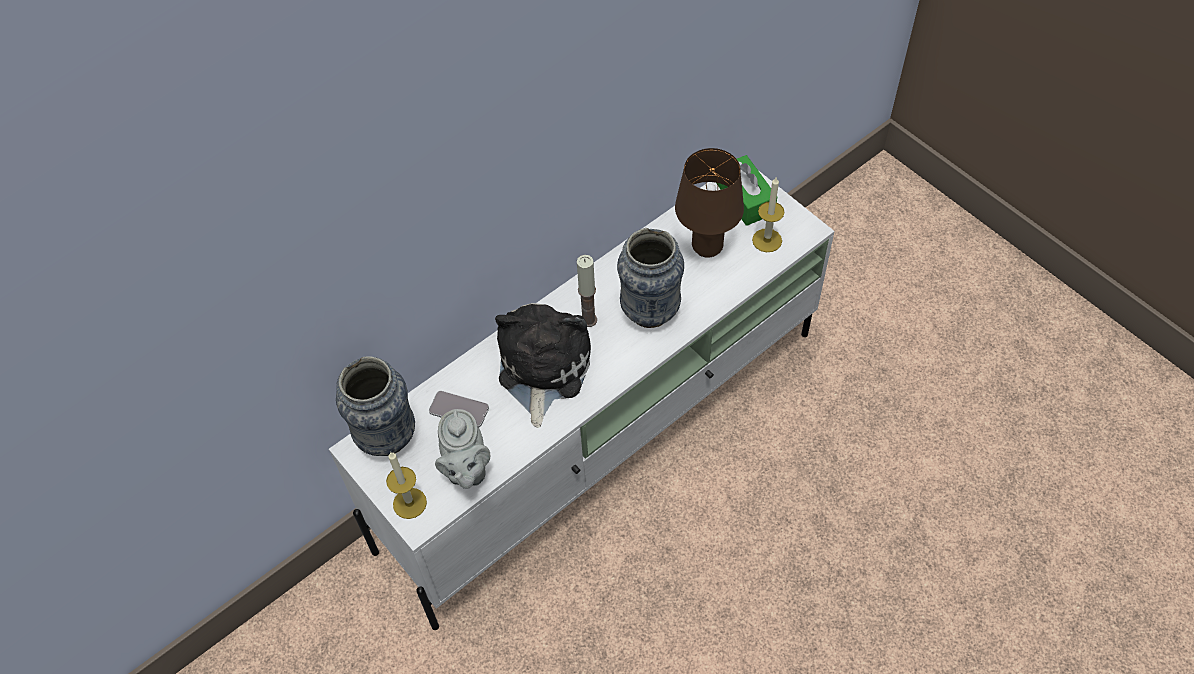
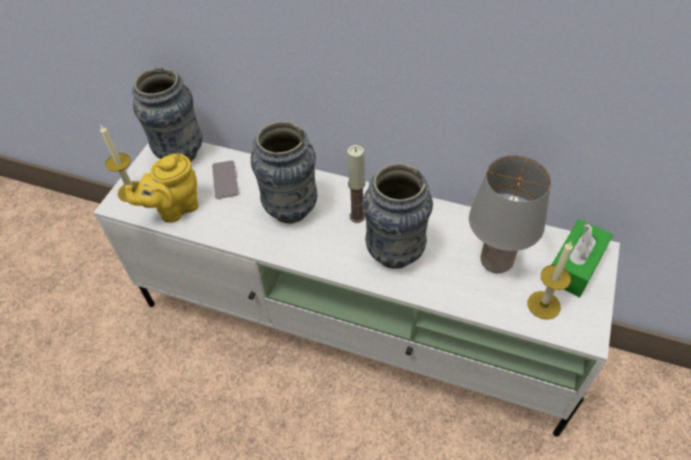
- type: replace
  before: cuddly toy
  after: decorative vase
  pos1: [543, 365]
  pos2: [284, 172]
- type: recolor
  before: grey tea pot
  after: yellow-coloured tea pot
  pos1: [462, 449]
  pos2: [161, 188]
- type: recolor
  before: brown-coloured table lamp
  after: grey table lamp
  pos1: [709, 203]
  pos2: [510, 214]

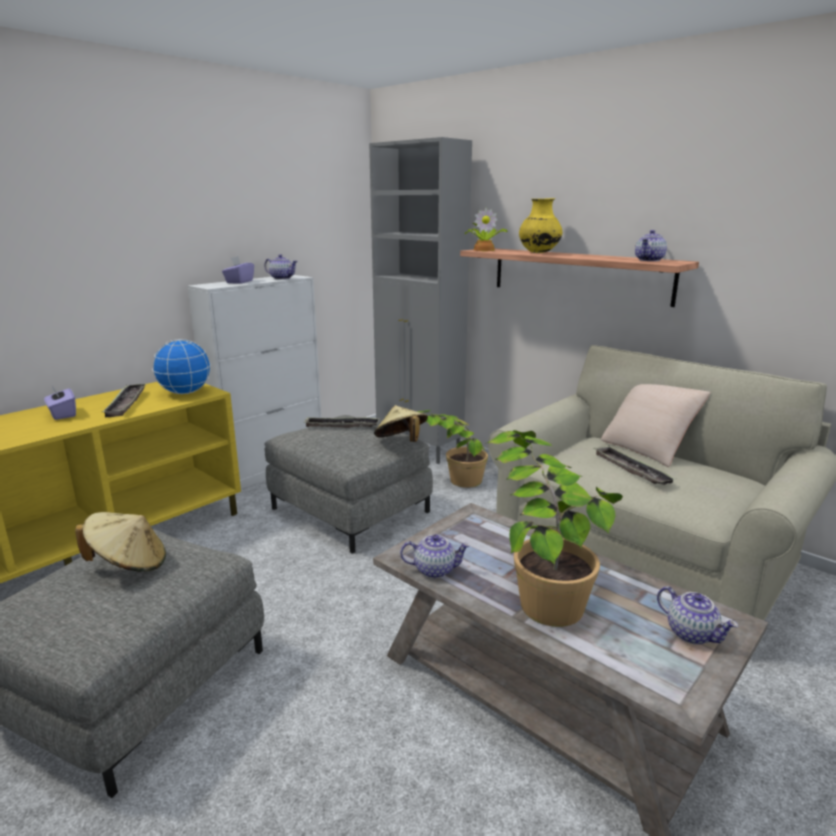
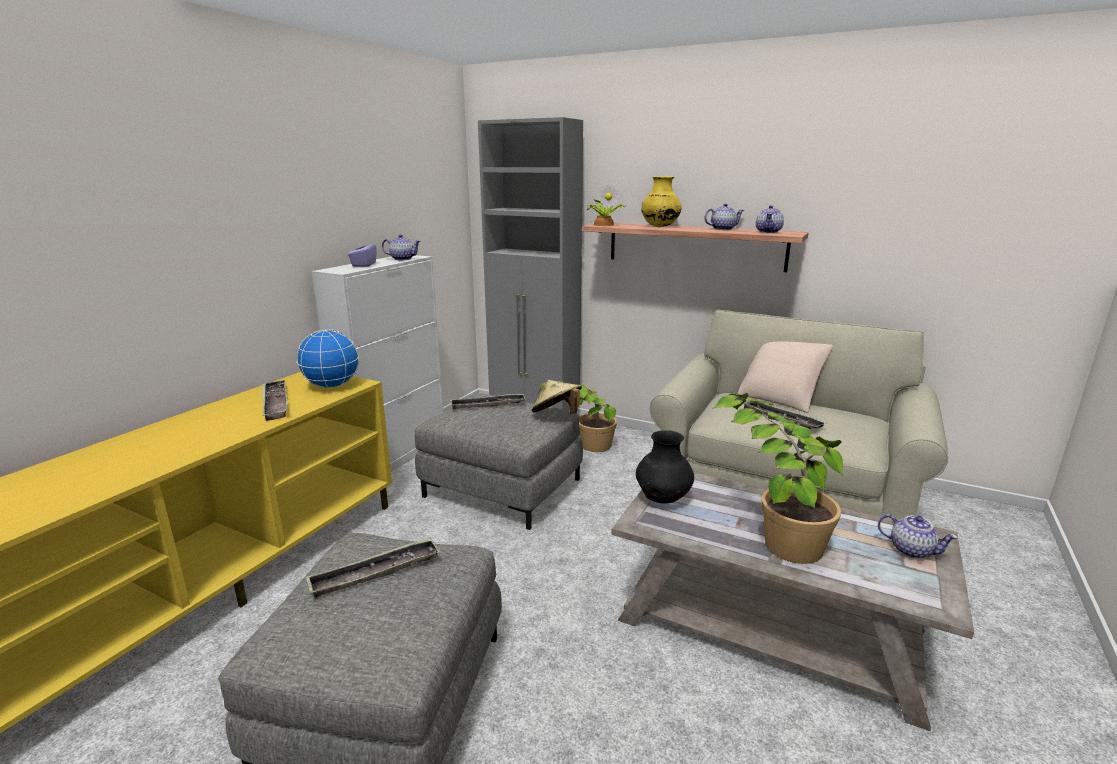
- type: delete
  before: purplish box of tissues
  pos1: [60, 402]
- type: insert
  after: blackish decorative vase
  pos2: [665, 467]
- type: move
  before: tea pot
  pos1: [435, 556]
  pos2: [724, 216]
- type: replace
  before: beige-coloured wearable hat
  after: tray
  pos1: [120, 542]
  pos2: [373, 568]

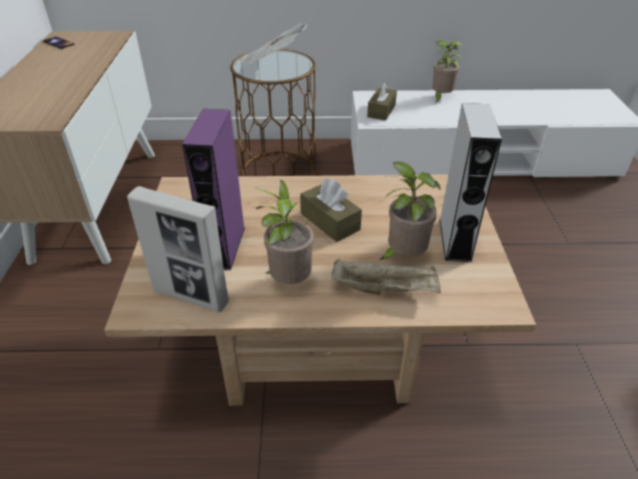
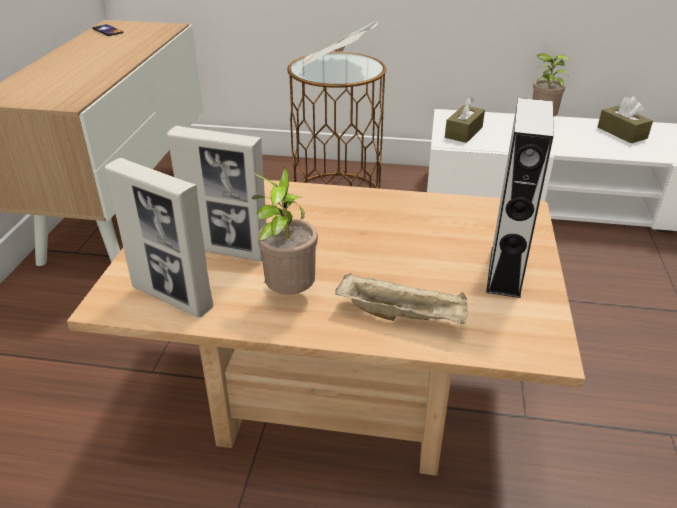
- type: delete
  before: potted plant
  pos1: [410, 211]
- type: move
  before: brown-coloured box of tissues
  pos1: [331, 210]
  pos2: [625, 120]
- type: replace
  before: purplish speaker
  after: standing frame
  pos1: [213, 189]
  pos2: [217, 193]

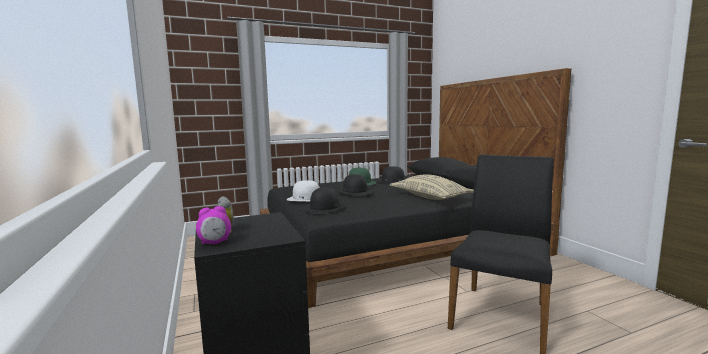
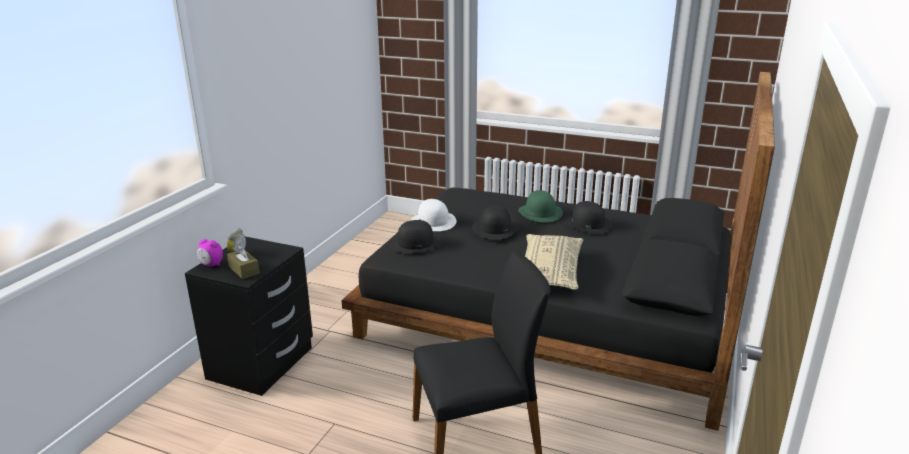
- type: insert
  after: brown-coloured box of tissues
  pos2: [243, 261]

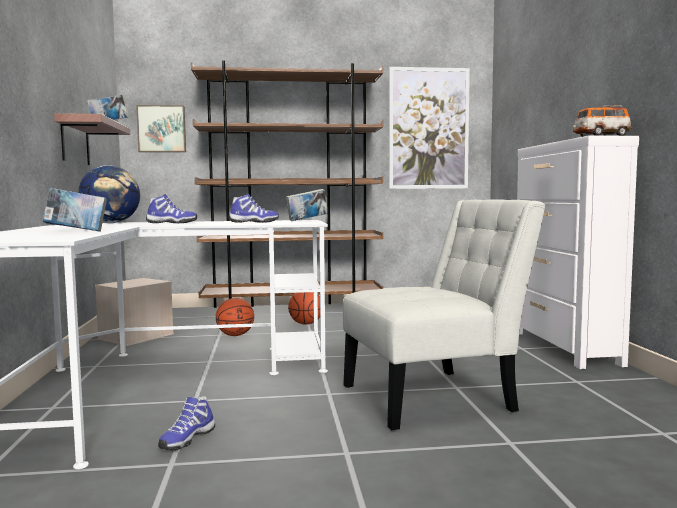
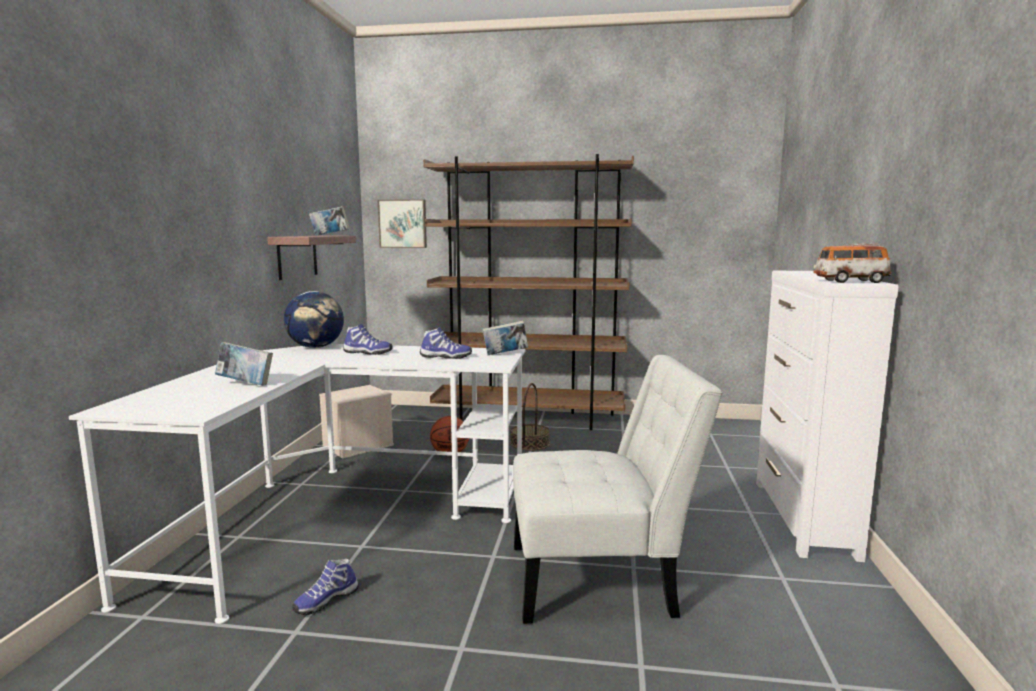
- type: delete
  before: wall art
  pos1: [429, 128]
- type: replace
  before: basketball
  after: storage basket
  pos1: [304, 308]
  pos2: [530, 417]

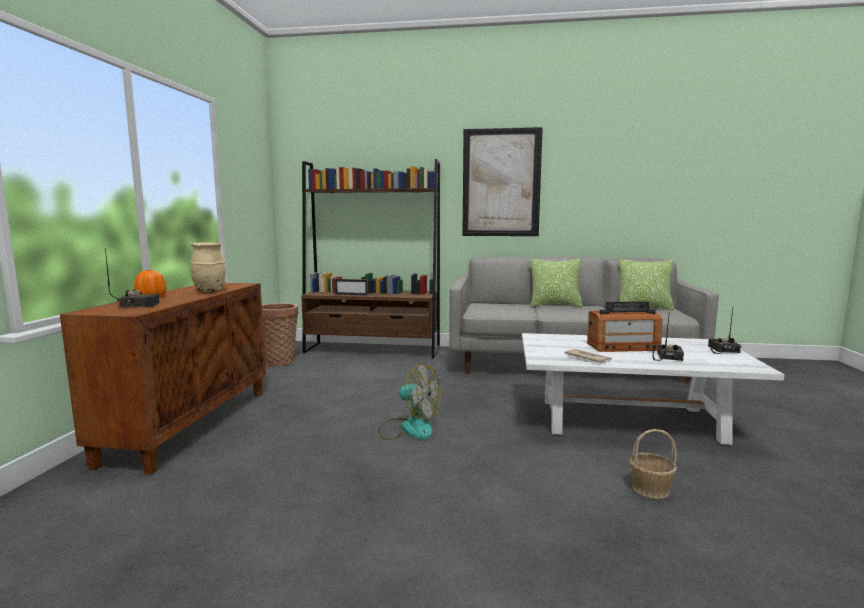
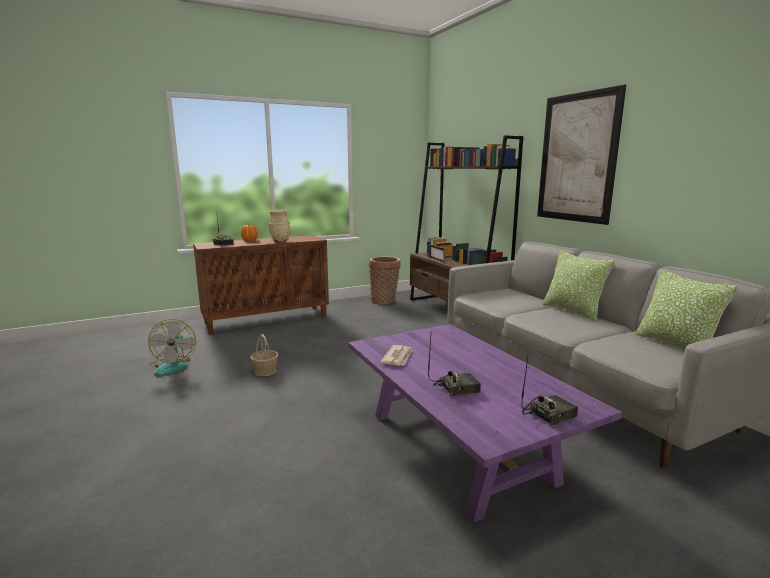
- type: delete
  before: radio receiver
  pos1: [625, 326]
- type: move
  before: cooling fan
  pos1: [409, 401]
  pos2: [172, 347]
- type: move
  before: storage basket
  pos1: [653, 464]
  pos2: [264, 355]
- type: recolor
  before: whitish low table
  after: purplish low table
  pos1: [653, 389]
  pos2: [485, 423]

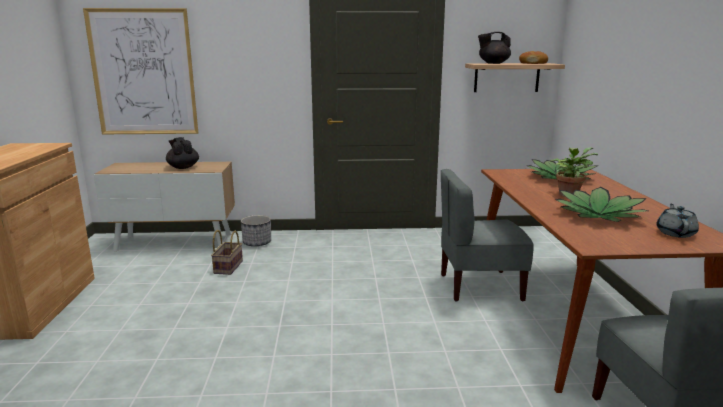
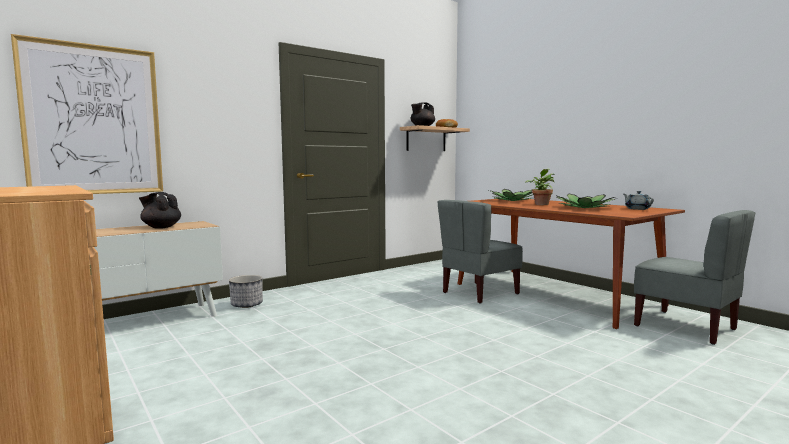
- type: delete
  before: storage basket
  pos1: [227, 252]

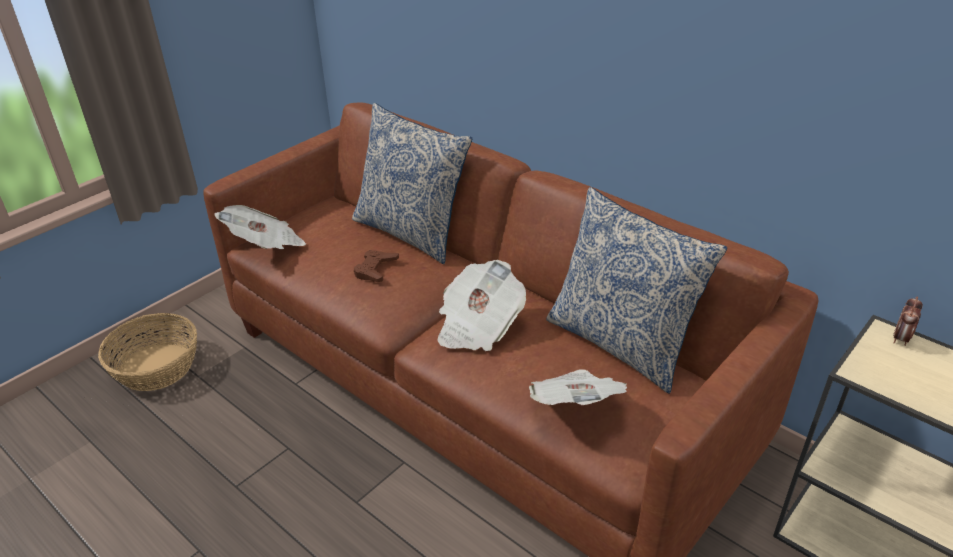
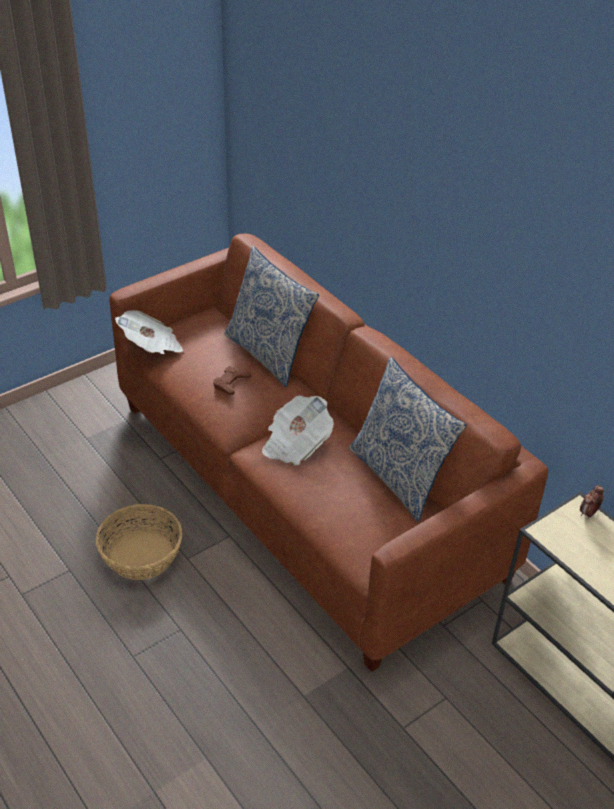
- type: delete
  before: printed paper
  pos1: [578, 387]
- type: move
  before: storage basket
  pos1: [147, 352]
  pos2: [139, 542]

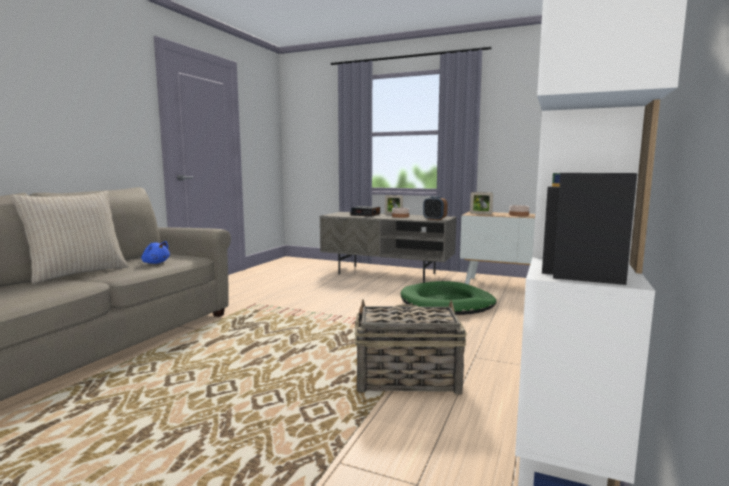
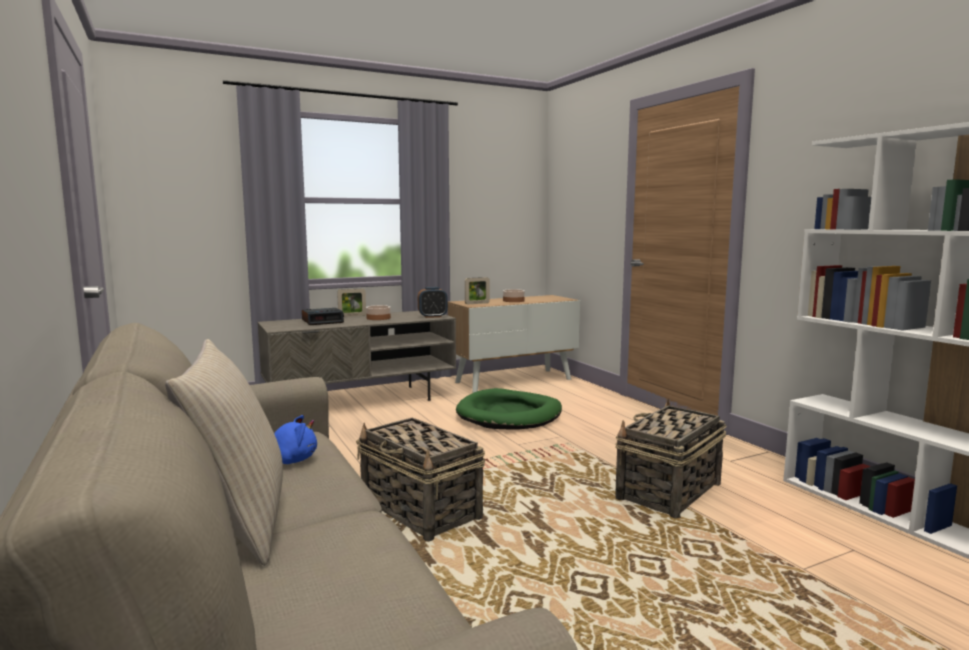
- type: insert
  after: storage basket
  pos2: [420, 479]

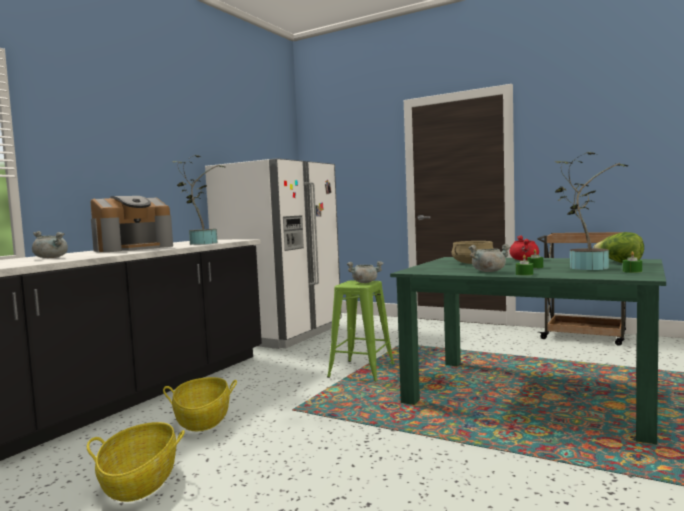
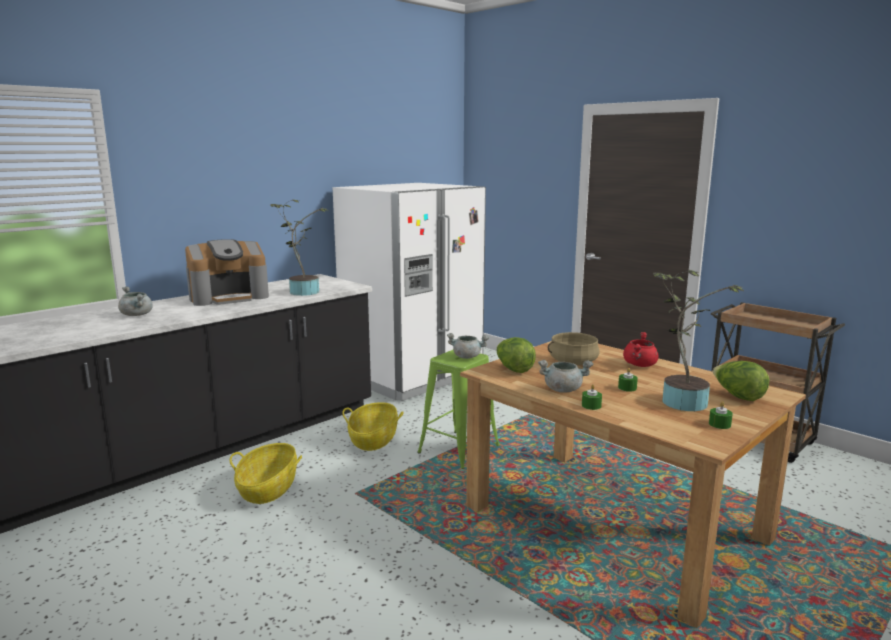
- type: insert
  after: lettuce head
  pos2: [516, 355]
- type: move
  before: storage basket
  pos1: [136, 462]
  pos2: [372, 426]
- type: recolor
  before: green dining table
  after: brown-coloured dining table
  pos1: [528, 350]
  pos2: [633, 484]

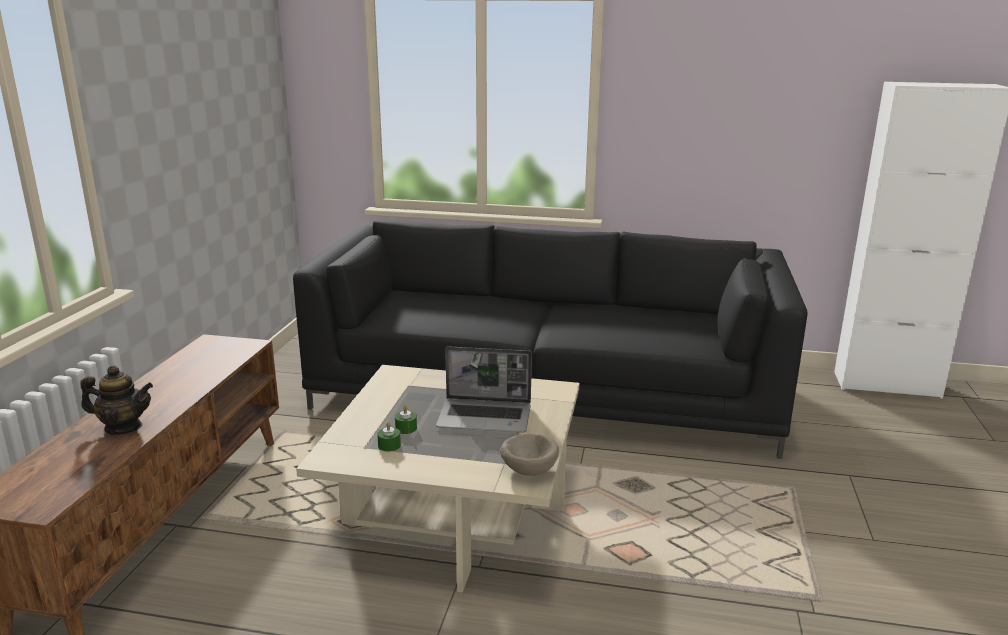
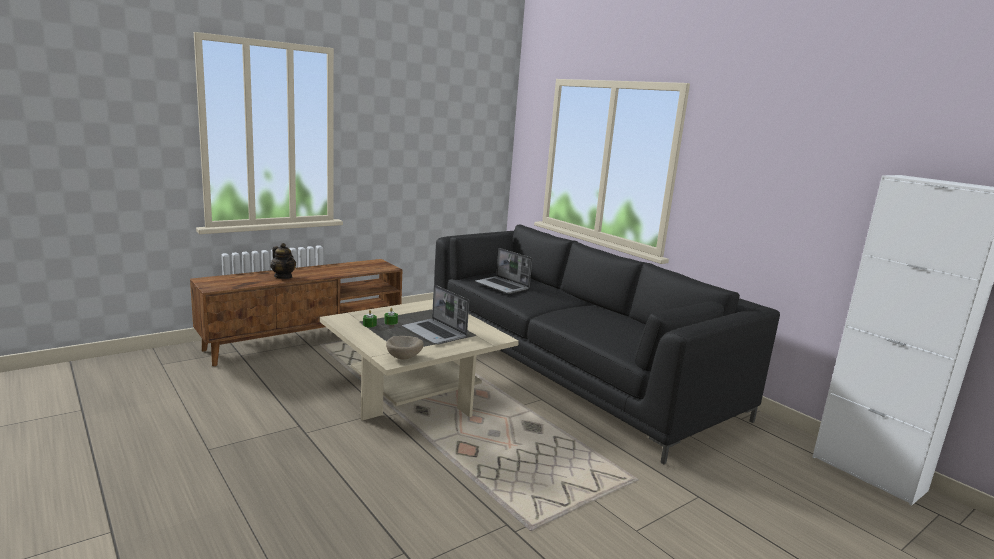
- type: insert
  after: laptop
  pos2: [503, 271]

